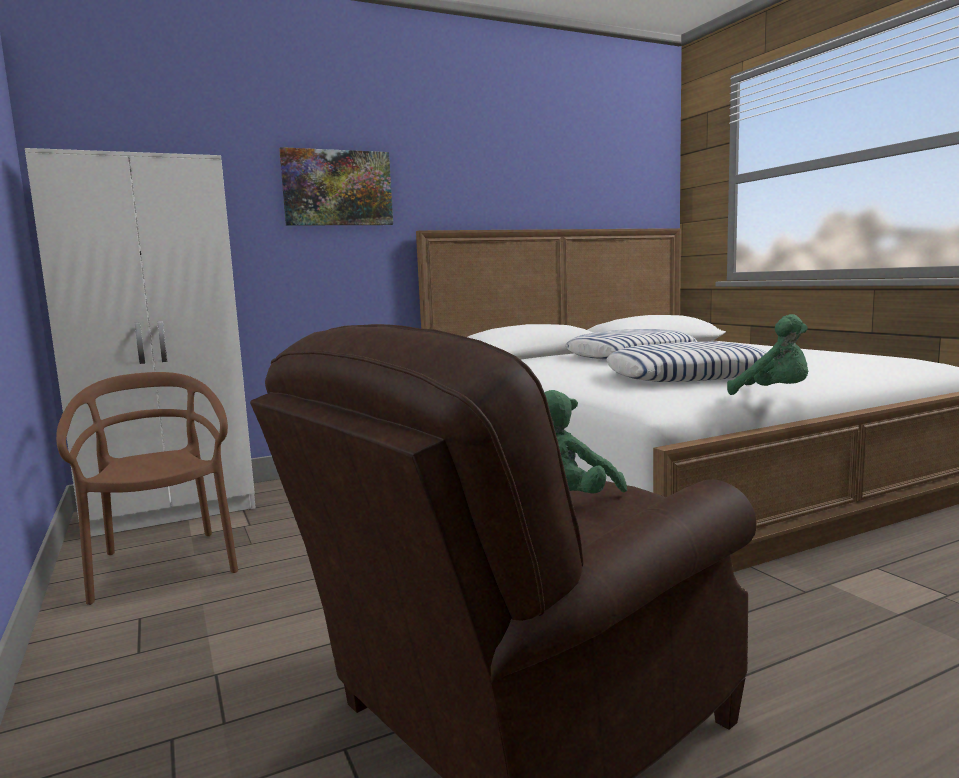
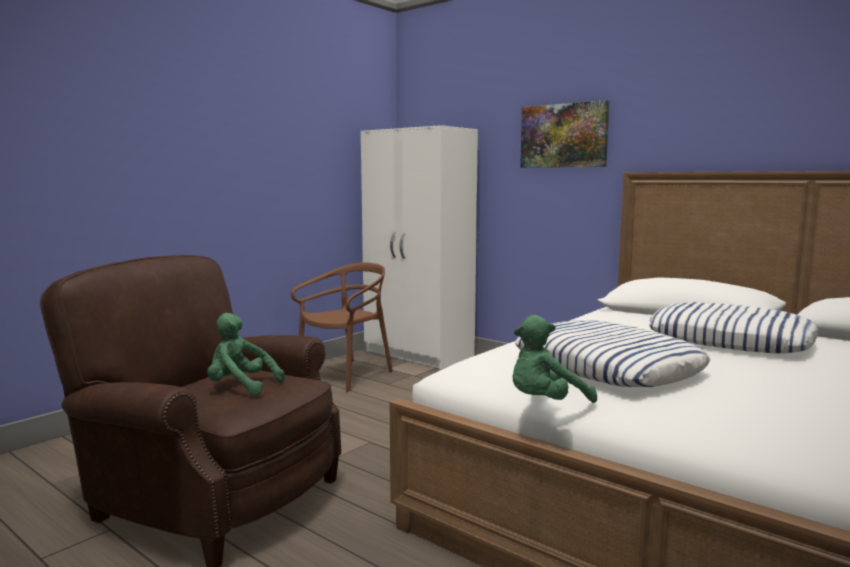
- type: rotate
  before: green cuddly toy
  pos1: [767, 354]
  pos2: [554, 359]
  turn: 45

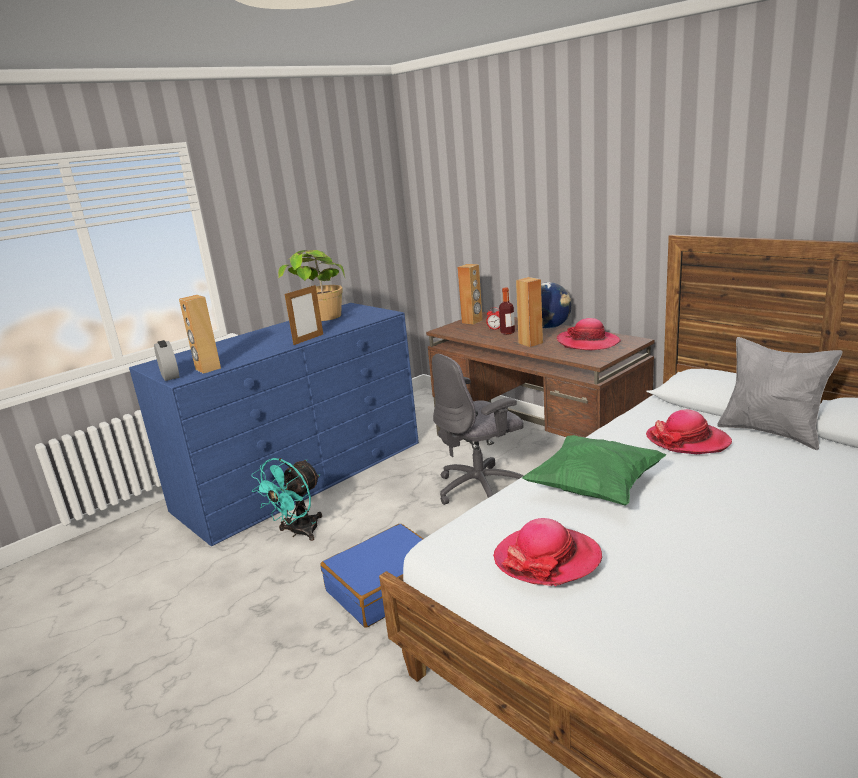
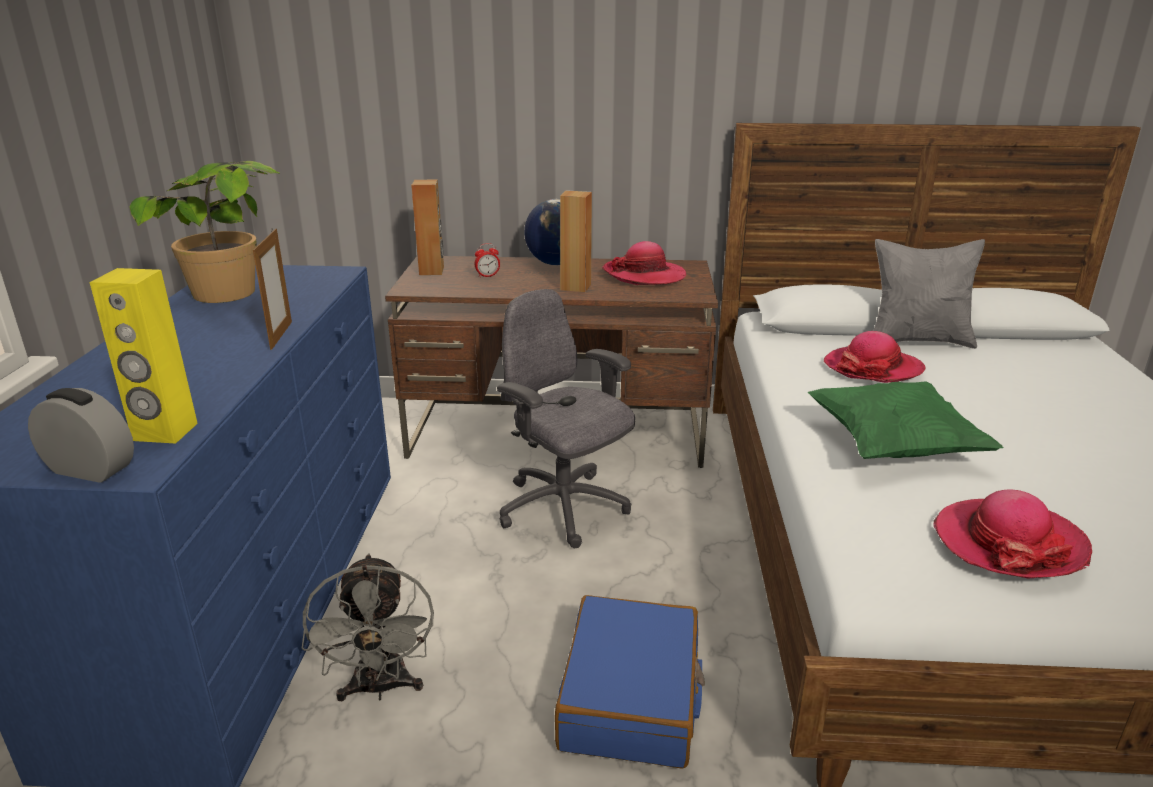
- type: delete
  before: drink bottle
  pos1: [507, 311]
- type: recolor
  before: brown-coloured speaker
  after: yellow-coloured speaker
  pos1: [200, 334]
  pos2: [144, 356]
- type: recolor
  before: blue-green cooling fan
  after: grey cooling fan
  pos1: [287, 499]
  pos2: [367, 627]
- type: rotate
  before: grey computer chair
  pos1: [477, 429]
  pos2: [566, 418]
  turn: 120

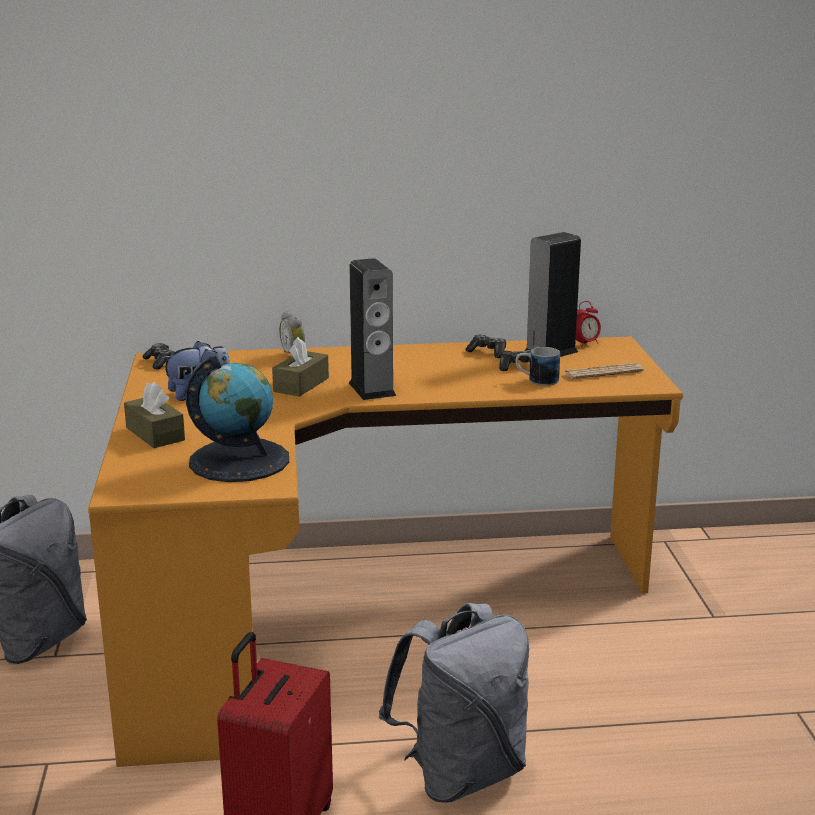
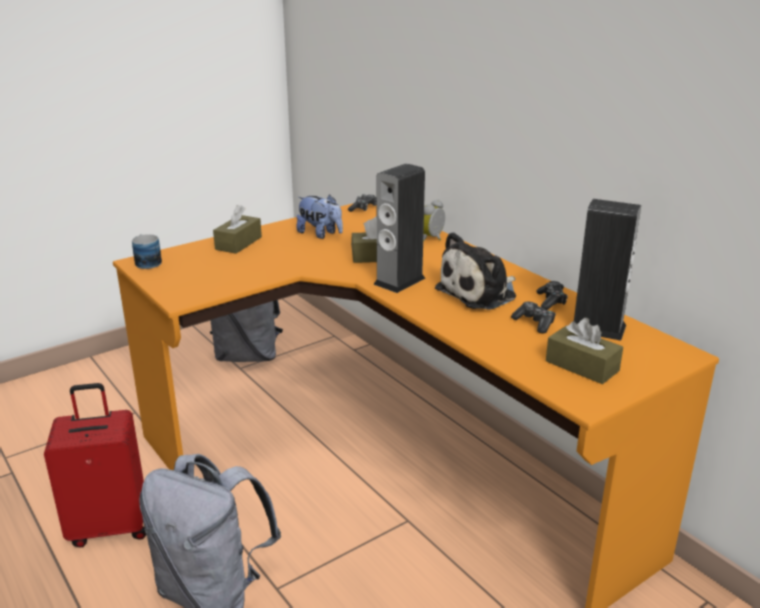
- type: delete
  before: globe
  pos1: [237, 418]
- type: delete
  before: alarm clock
  pos1: [588, 324]
- type: insert
  after: cuddly toy
  pos2: [475, 271]
- type: move
  before: mug
  pos1: [538, 366]
  pos2: [147, 251]
- type: replace
  before: printed paper
  after: brown-coloured box of tissues
  pos1: [604, 371]
  pos2: [584, 351]

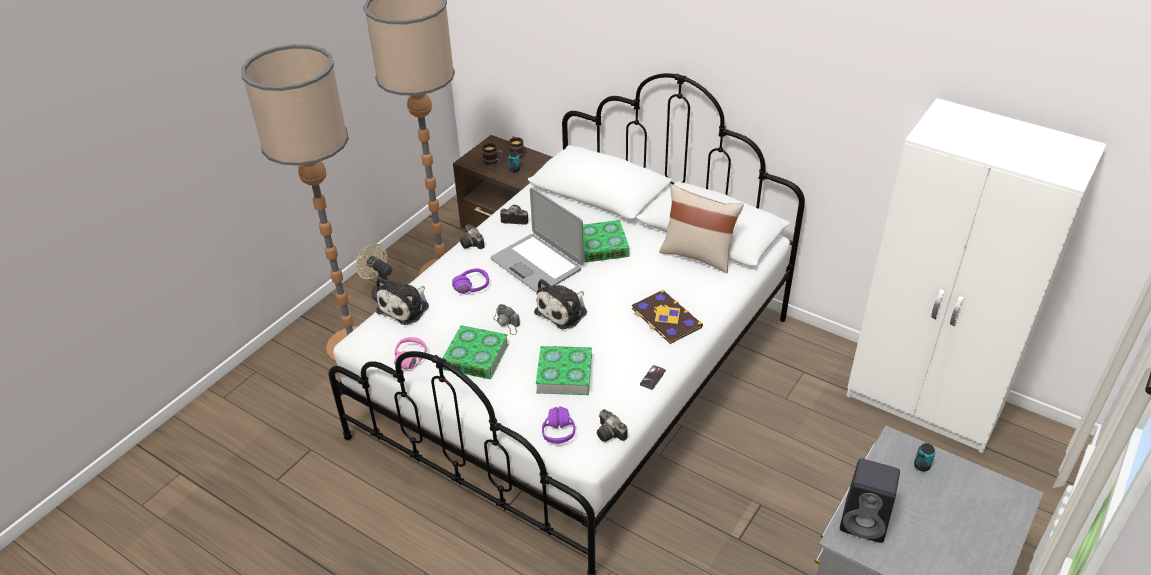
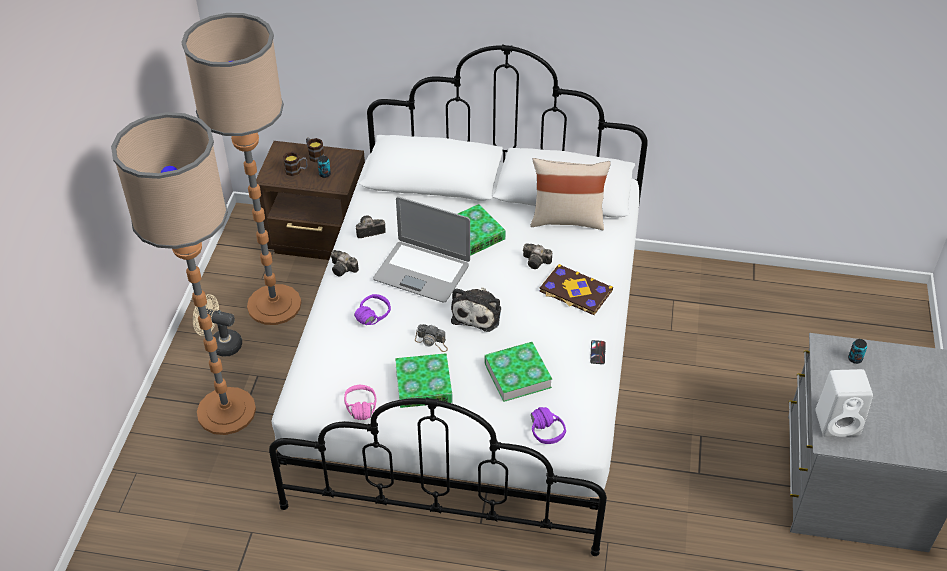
- type: delete
  before: cuddly toy
  pos1: [402, 301]
- type: delete
  before: whitish armoire
  pos1: [976, 275]
- type: move
  before: still camera
  pos1: [612, 425]
  pos2: [537, 256]
- type: recolor
  before: blackish speaker
  after: whitish speaker
  pos1: [870, 500]
  pos2: [844, 403]

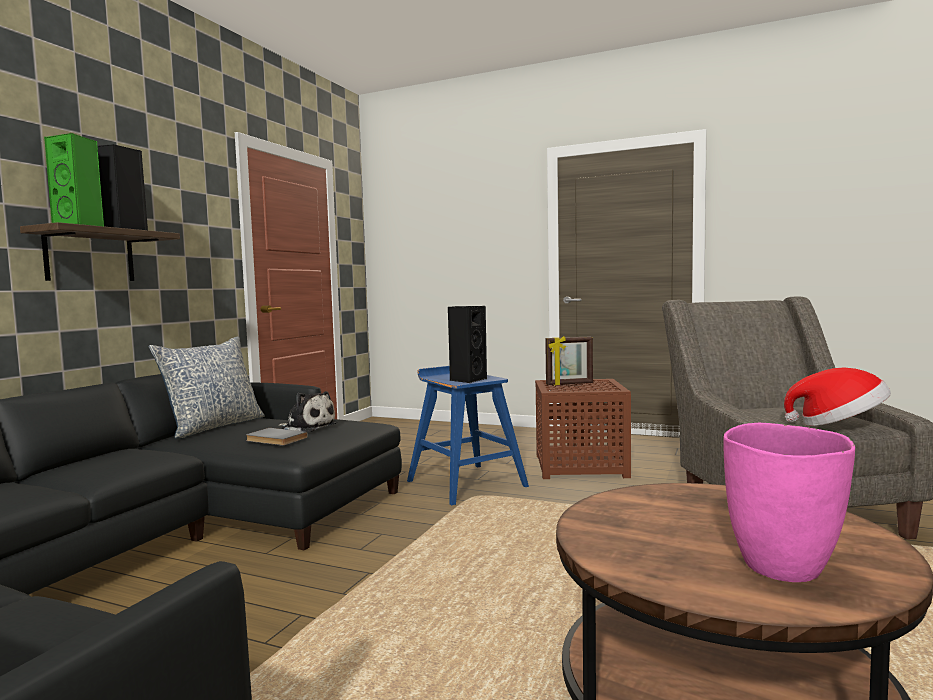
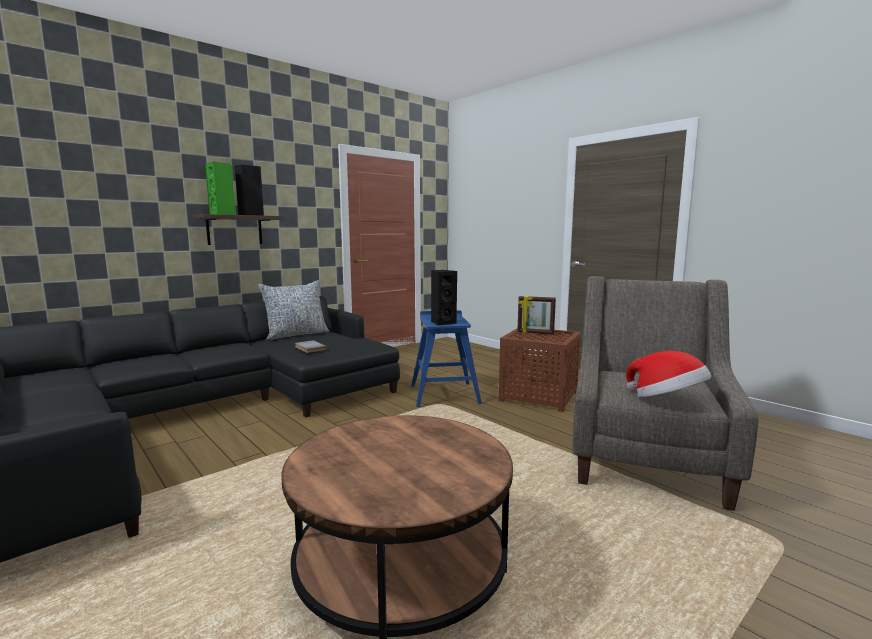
- type: delete
  before: cuddly toy
  pos1: [308, 411]
- type: delete
  before: pinkish decorative vase
  pos1: [789, 502]

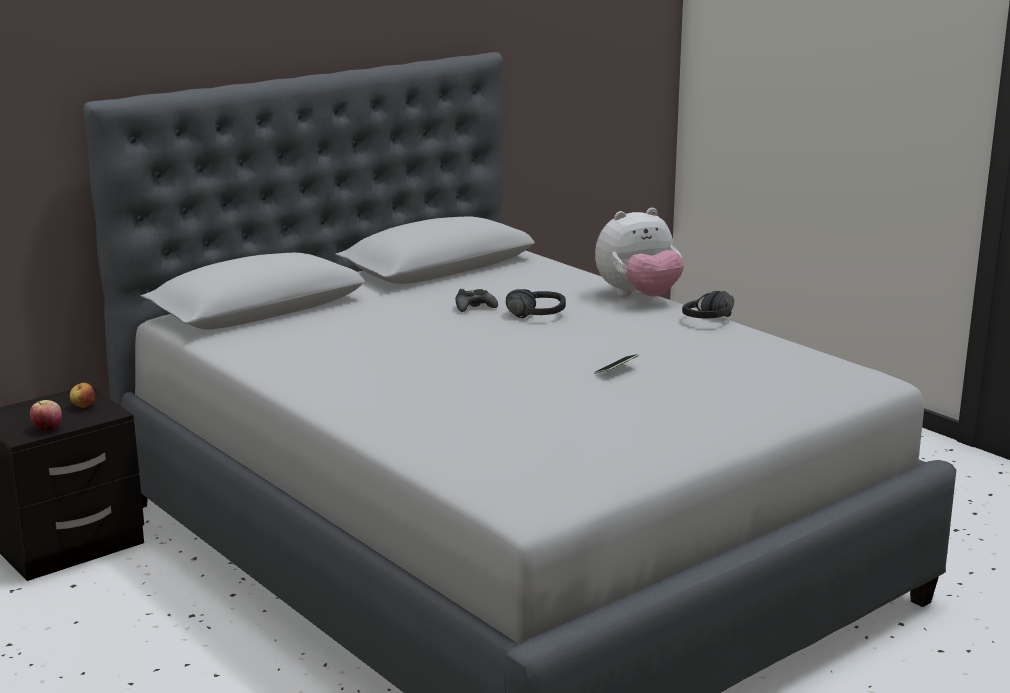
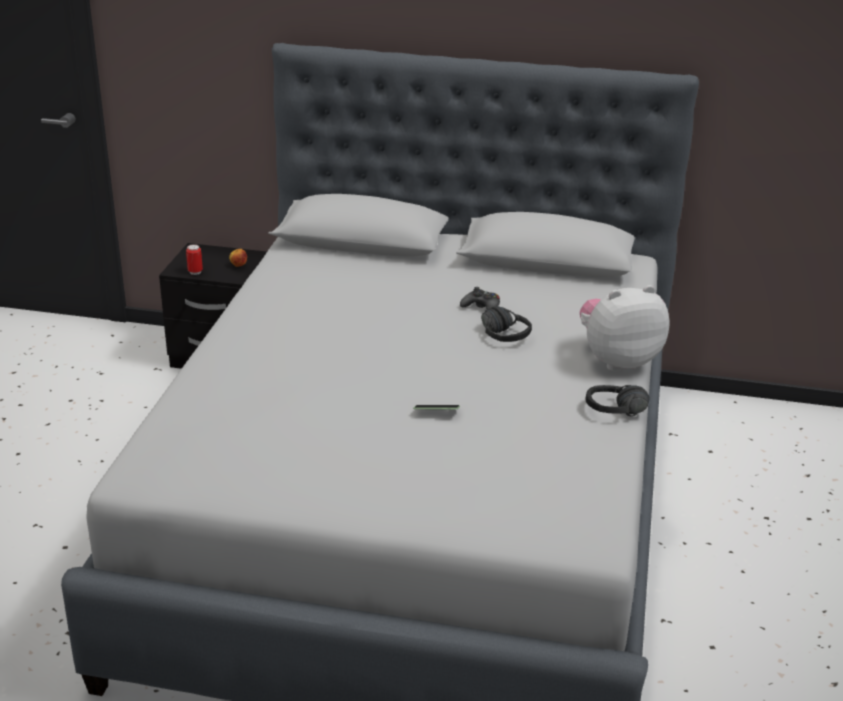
- type: replace
  before: apple
  after: sealed can
  pos1: [46, 415]
  pos2: [194, 259]
- type: rotate
  before: cuddly toy
  pos1: [639, 252]
  pos2: [625, 328]
  turn: 135

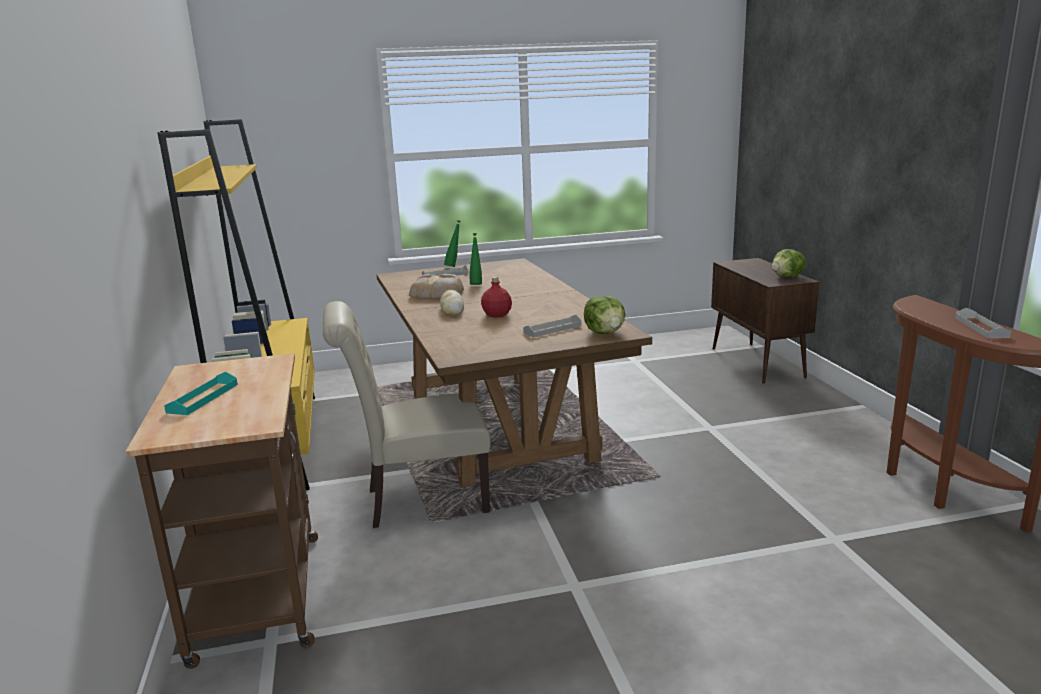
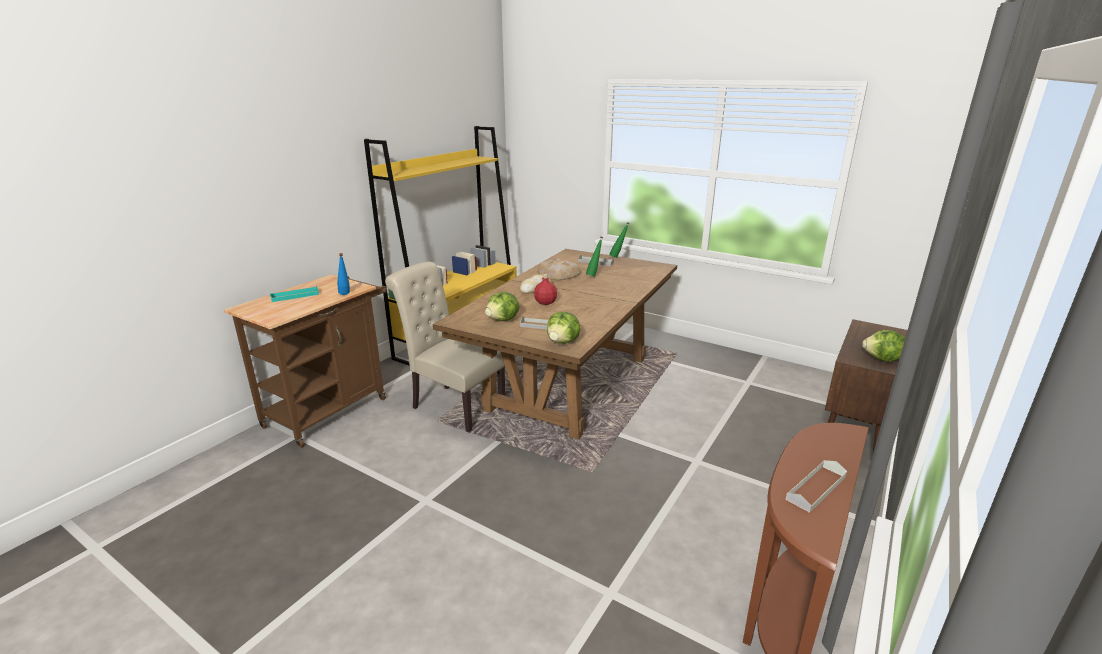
- type: insert
  after: blue drink bottle
  pos2: [343, 274]
- type: insert
  after: lettuce head
  pos2: [502, 306]

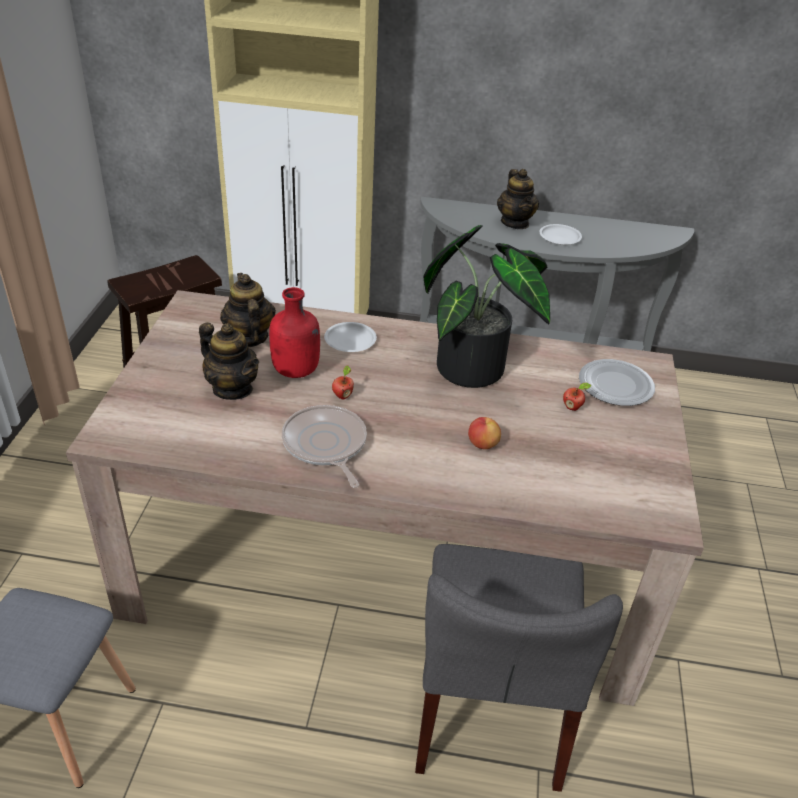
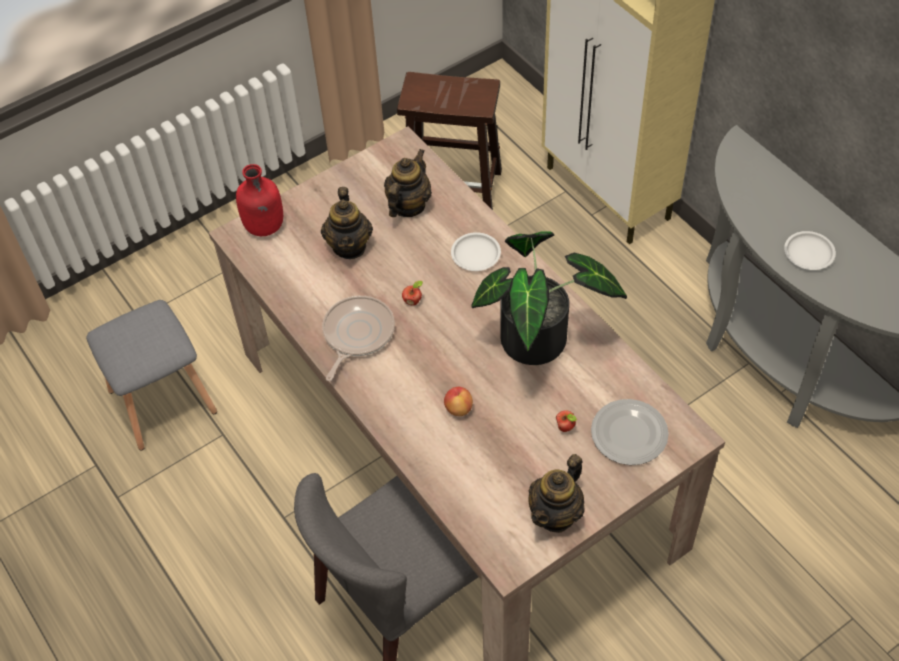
- type: move
  before: reddish drink bottle
  pos1: [294, 332]
  pos2: [259, 200]
- type: move
  before: tea pot
  pos1: [518, 199]
  pos2: [556, 493]

